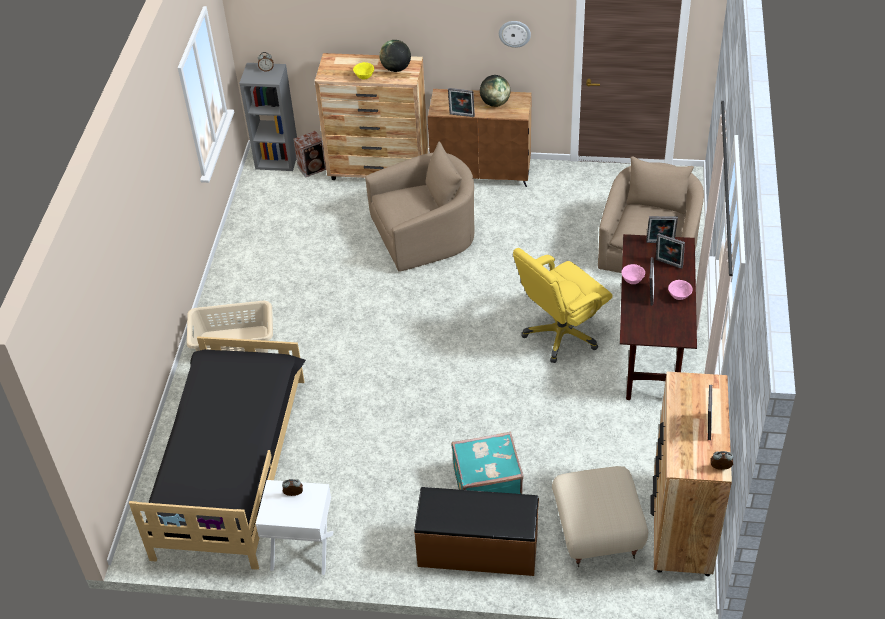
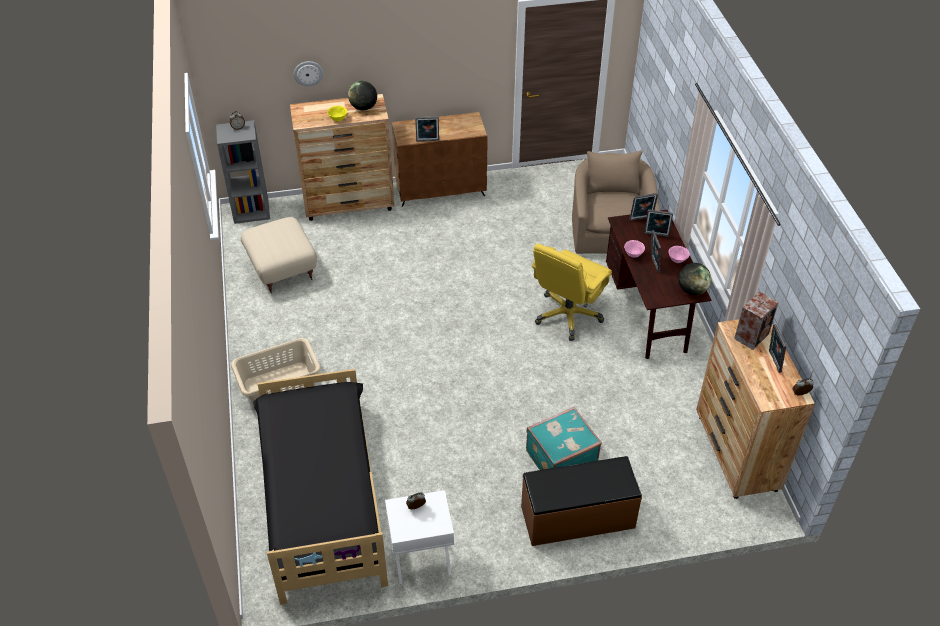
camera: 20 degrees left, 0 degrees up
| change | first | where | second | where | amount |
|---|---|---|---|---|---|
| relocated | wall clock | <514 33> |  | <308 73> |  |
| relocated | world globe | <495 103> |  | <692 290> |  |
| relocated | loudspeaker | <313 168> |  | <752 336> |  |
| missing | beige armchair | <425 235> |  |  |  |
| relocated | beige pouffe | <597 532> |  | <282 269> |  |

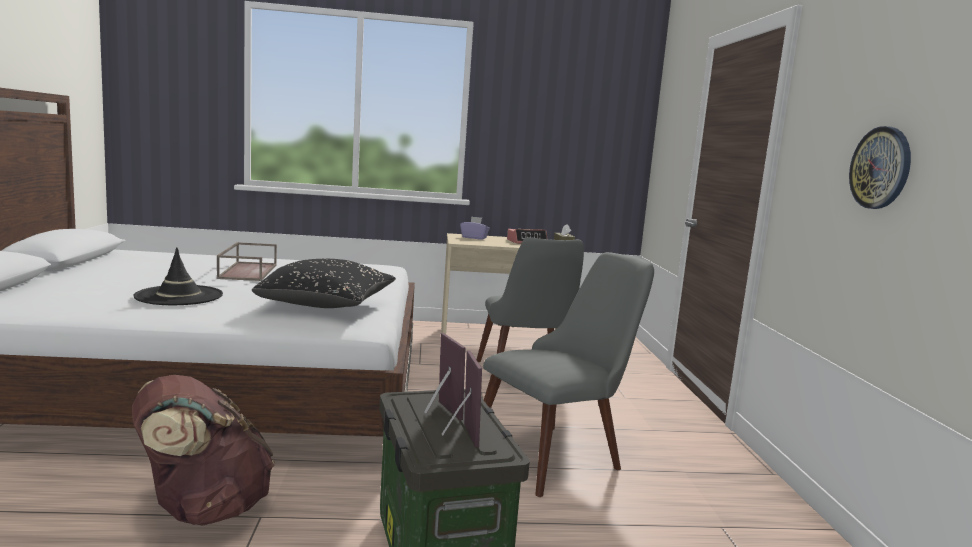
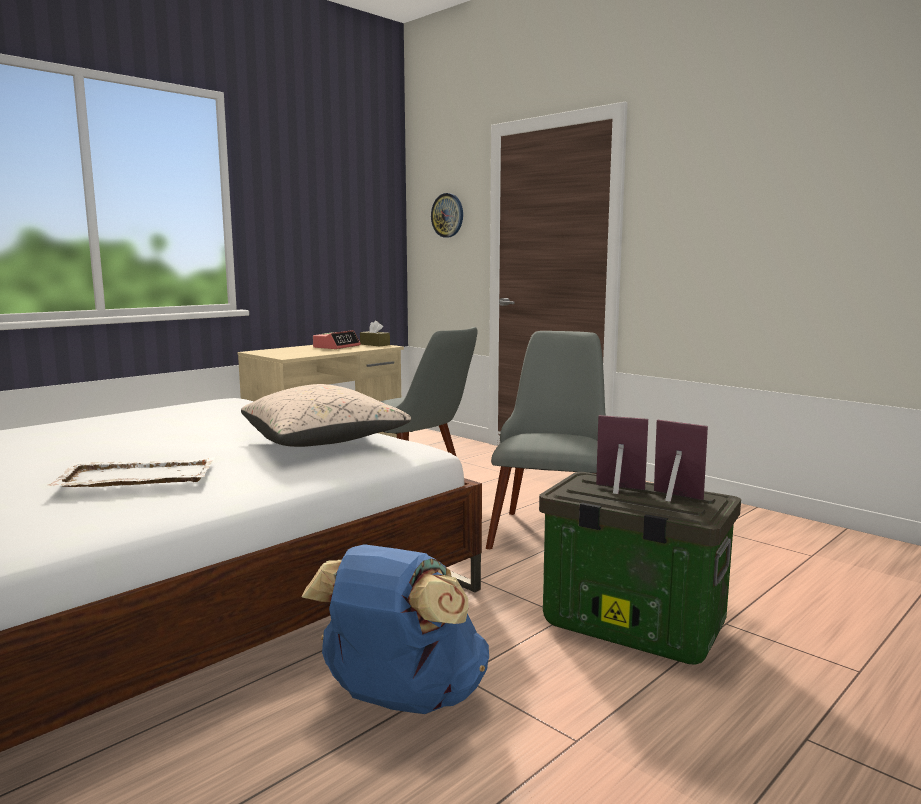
camera: 40 degrees left, 0 degrees up
| change | first | where | second | where | amount |
|---|---|---|---|---|---|
| relocated | wall clock | <881 168> |  | <447 215> |  |
| missing | purple-coloured tissue box | <474 238> |  |  |  |
| missing | brown-coloured serving tray | <247 271> |  |  |  |
| exchanged | black-coloured hat | <179 296> | white serving tray | <136 477> |  |
| colour | black-coloured throw pillow | <327 305> | beige throw pillow | <324 441> |  |
| colour | brown-coloured knapsack | <203 509> | blue-coloured knapsack | <401 700> |  |

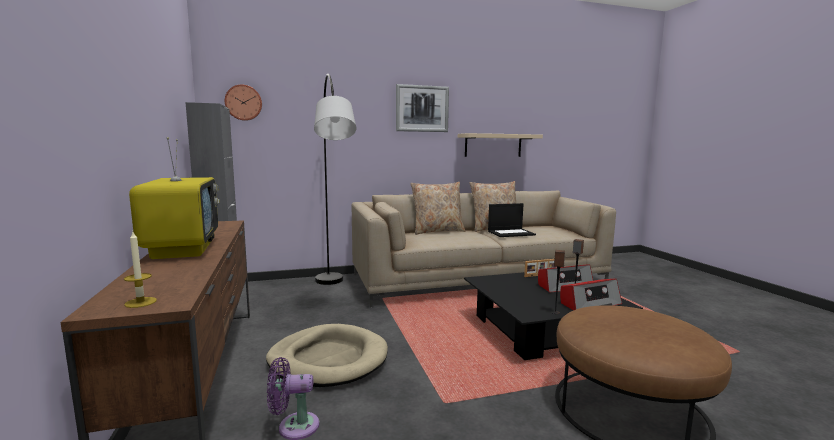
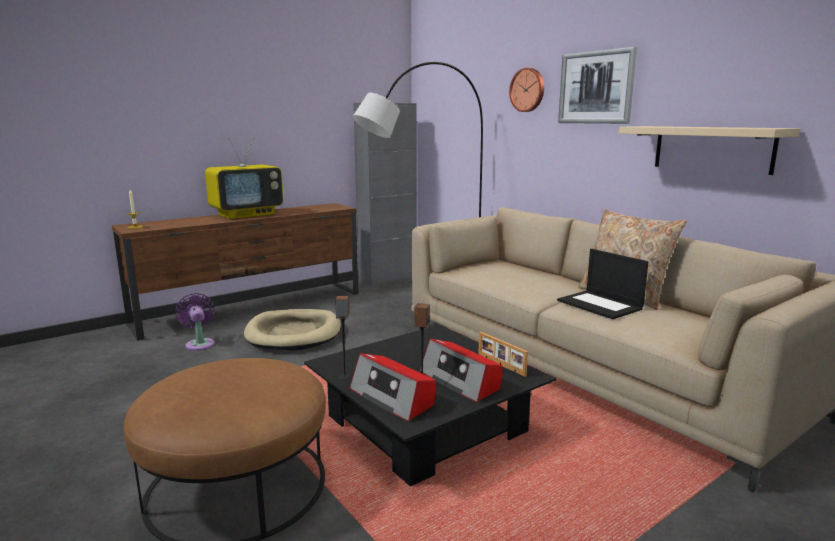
camera: 70 degrees right, 5 degrees up
| change | first | where | second | where | amount |
|---|---|---|---|---|---|
| relocated | wall clock | <243 102> |  | <528 90> |  |
| missing | beige throw pillow | <437 231> |  |  |  |

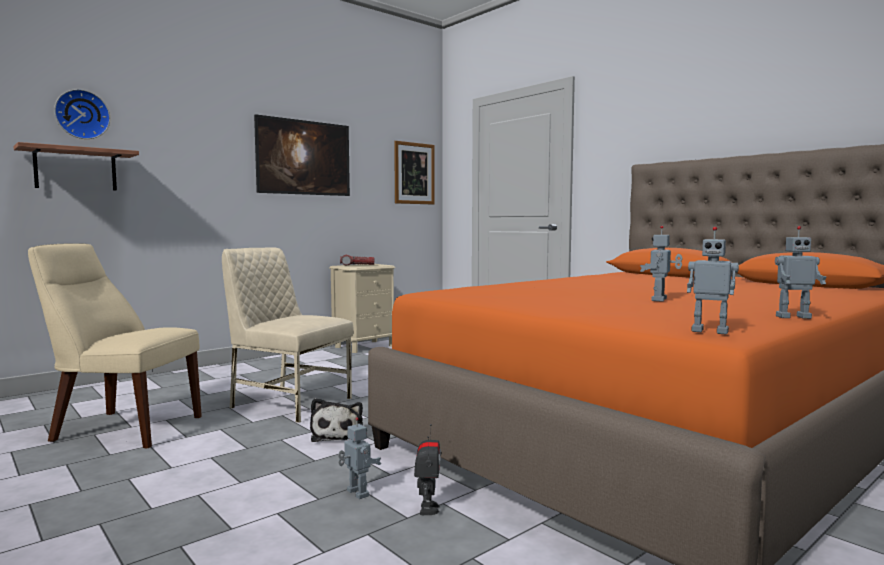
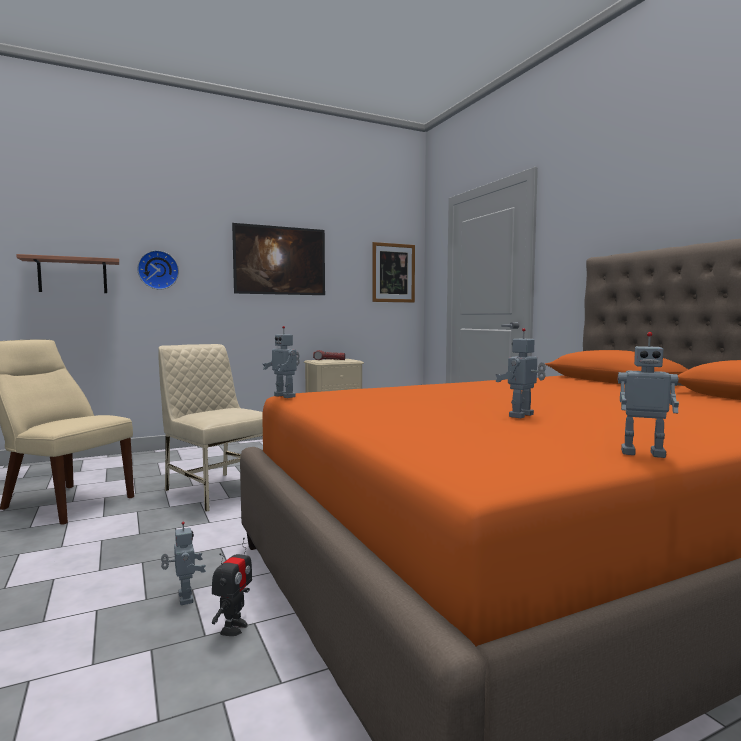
camera: 15 degrees right, 0 degrees up
| change | first | where | second | where | amount |
|---|---|---|---|---|---|
| relocated | wall clock | <82 115> |  | <158 270> |  |
| relocated | robot figure | <710 331> |  | <286 396> |  |
| missing | soft toy | <338 434> |  |  |  |

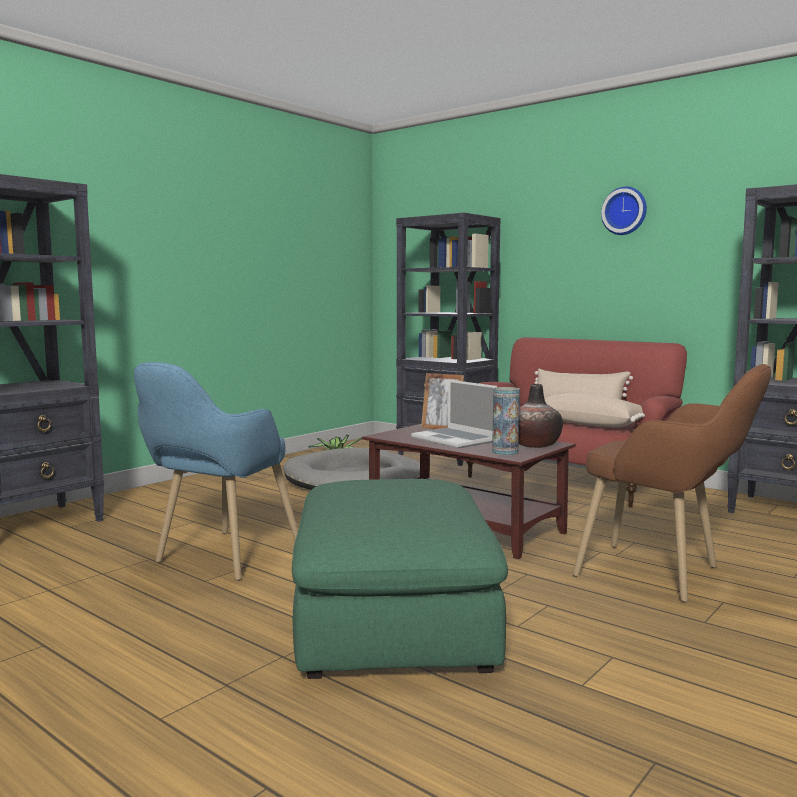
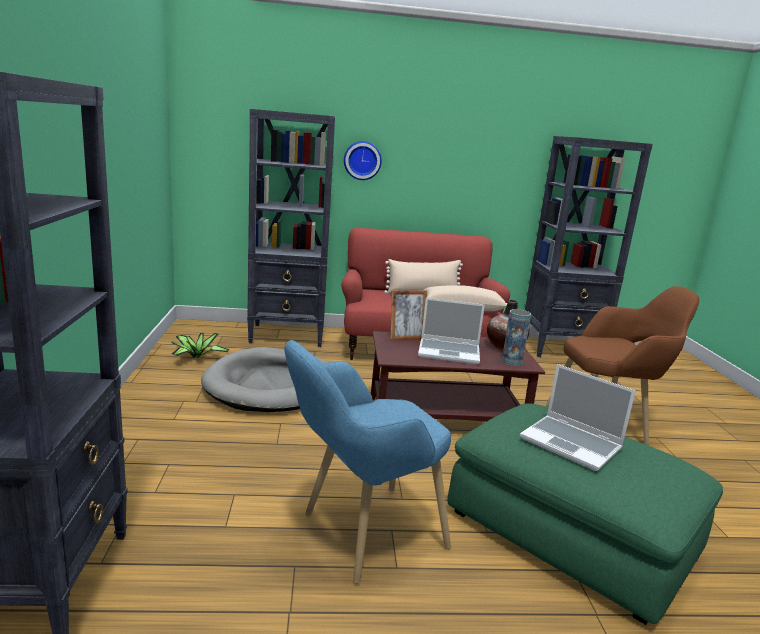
camera: 45 degrees left, 10 degrees up
| change | first | where | second | where | amount |
|---|---|---|---|---|---|
| relocated | wall clock | <625 211> |  | <362 160> |  |
| spun | blue-coloured armchair | <218 561> |  | <358 537> | 75 degrees clockwise |
| appeared |  |  | laptop | <572 444> |  |

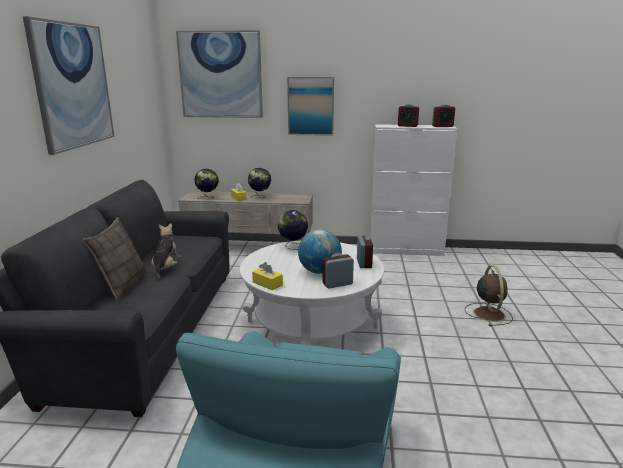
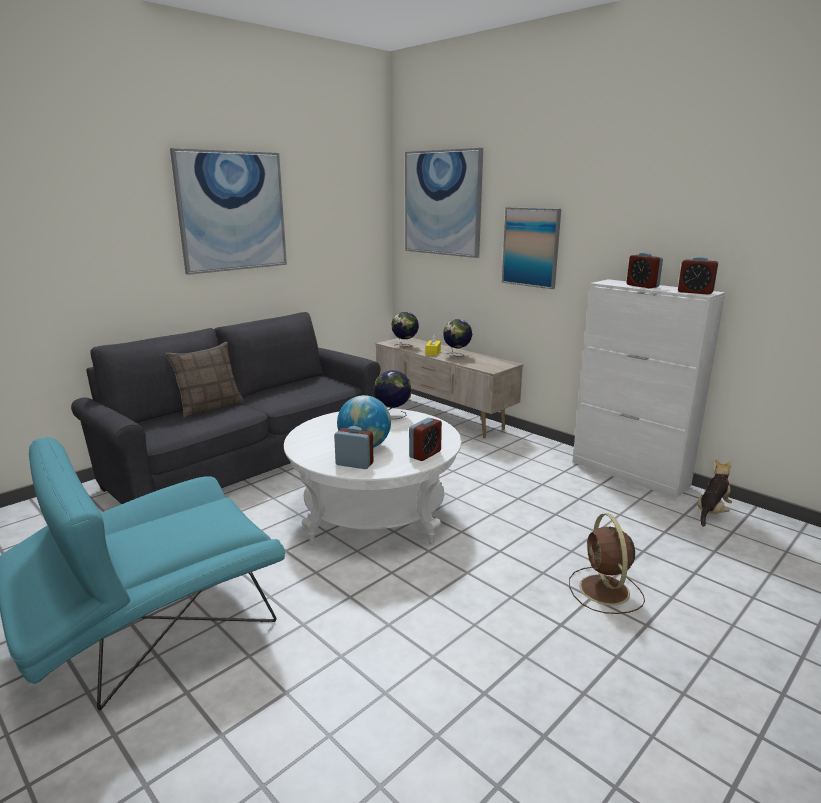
camera: 40 degrees right, 0 degrees up
| change | first | where | second | where | amount |
|---|---|---|---|---|---|
| relocated | soft toy | <166 268> |  | <711 512> |  |
| missing | yellow tissue box | <267 284> |  |  |  |
| spun | brown-coloured cooling fan | <488 313> |  | <605 591> | 135 degrees clockwise |

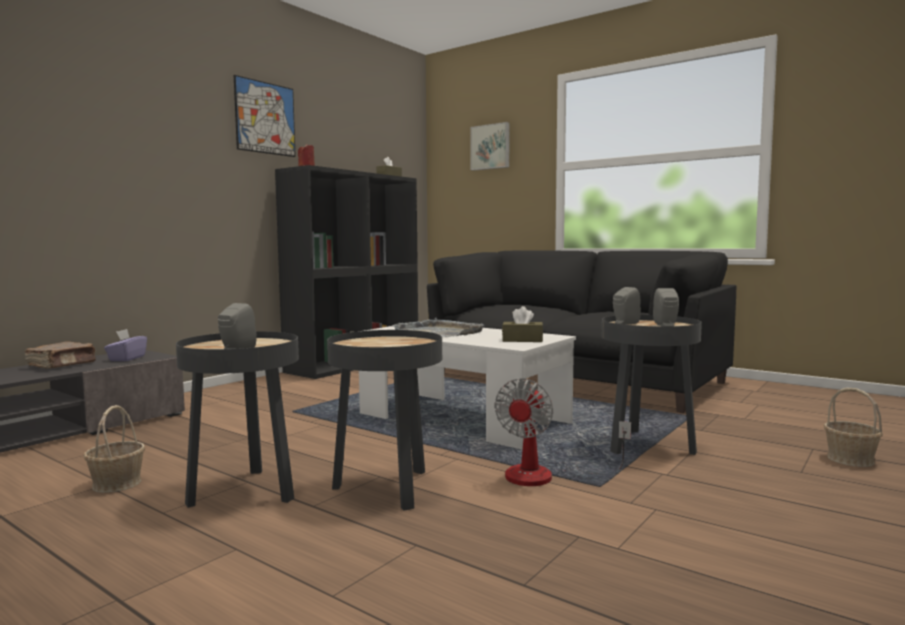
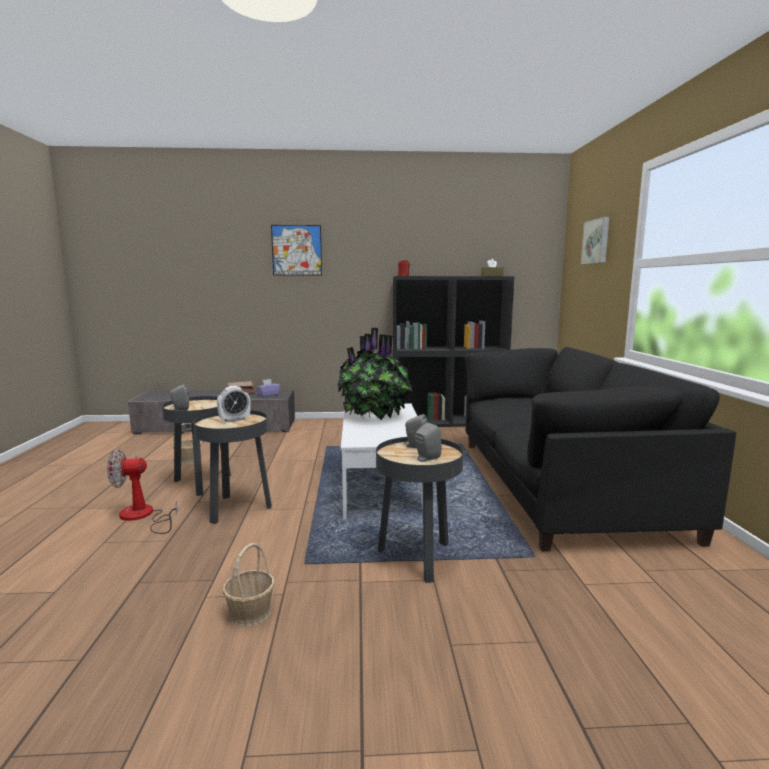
camera: 50 degrees right, 5 degrees up
| change | first | where | second | where | amount |
|---|---|---|---|---|---|
| relocated | wall art | <265 118> |  | <296 250> |  |
| missing | brown-coloured tissue box | <522 340> |  |  |  |
| exchanged | gray serving tray | <439 332> | plant in a pot | <376 416> |  |
| relocated | cooling fan | <545 475> |  | <142 516> |  |
| relocated | basket | <850 459> |  | <250 613> |  |
| appeared |  |  | alarm clock | <234 420> |  |

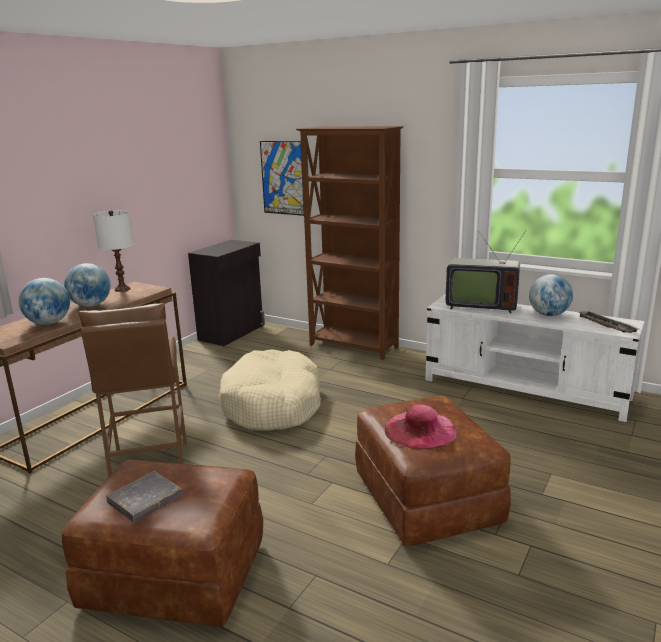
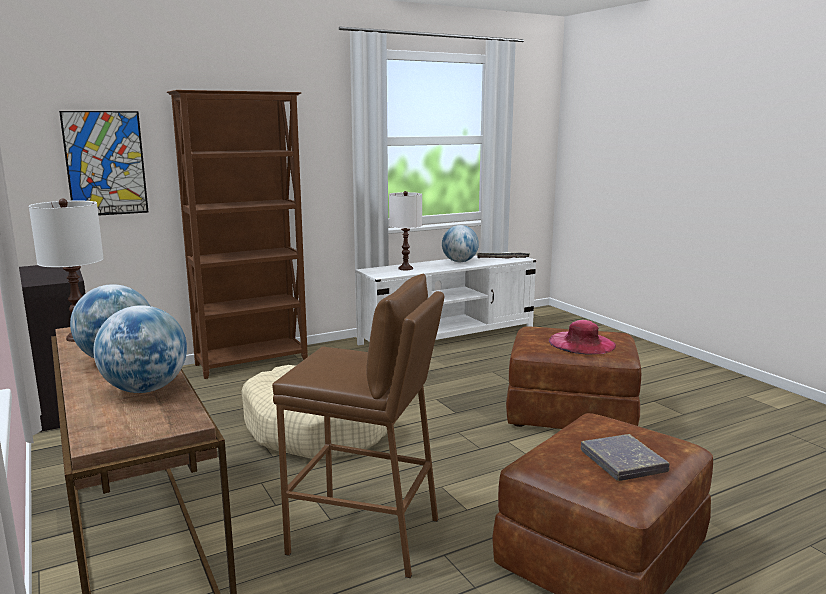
camera: 60 degrees left, 5 degrees down
| change | first | where | second | where | amount |
|---|---|---|---|---|---|
| exchanged | TV | <480 306> | white tabletop lamp | <405 268> |  |

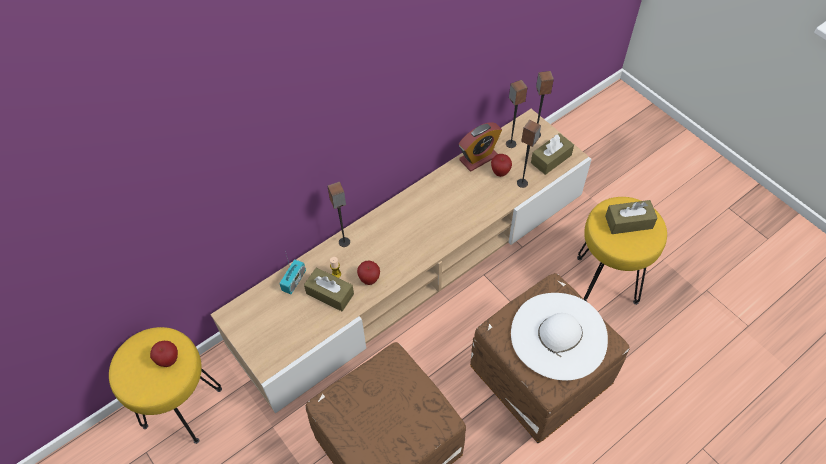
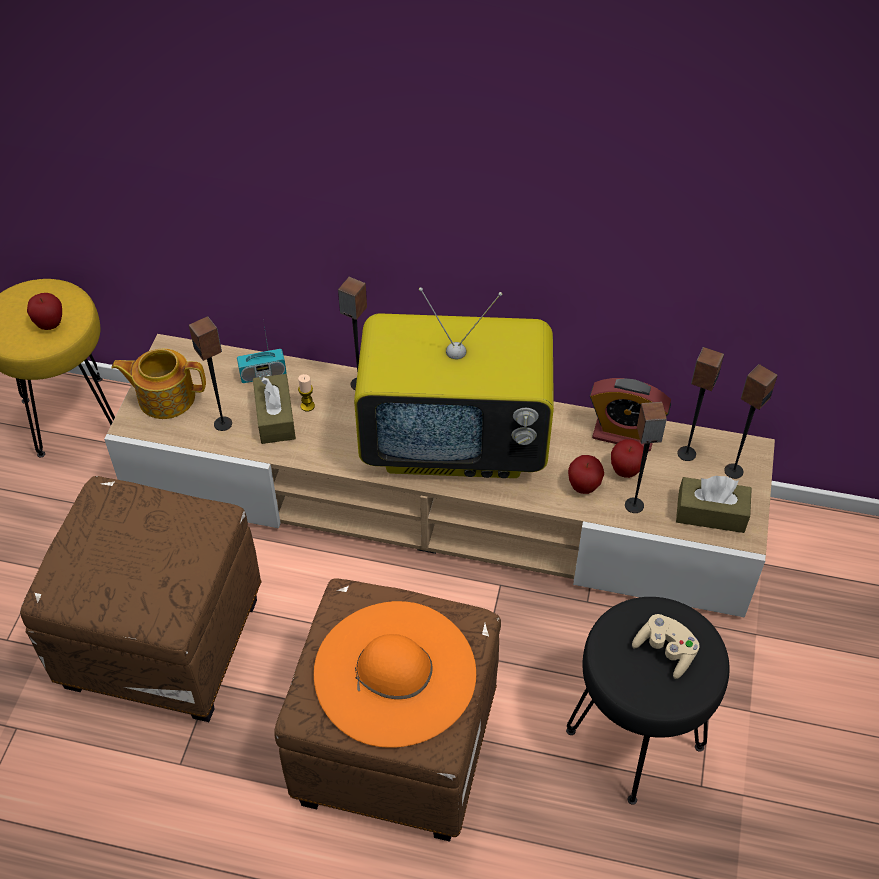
camera: 50 degrees right, 5 degrees down
| change | first | where | second | where | amount |
|---|---|---|---|---|---|
| colour | yellow stool | <607 280> | black-coloured stool | <634 740> |  |
| exchanged | brown-coloured tissue box | <628 222> | beige joypad | <665 651> |  |
| relocated | whole apple | <369 279> |  | <583 487> |  |
| colour | white hat | <559 335> | orange hat | <395 672> |  |
| appeared |  |  | TV | <456 442> |  |
| appeared |  |  | loudspeaker | <223 423> |  |
| appeared |  |  | teapot | <165 397> |  |

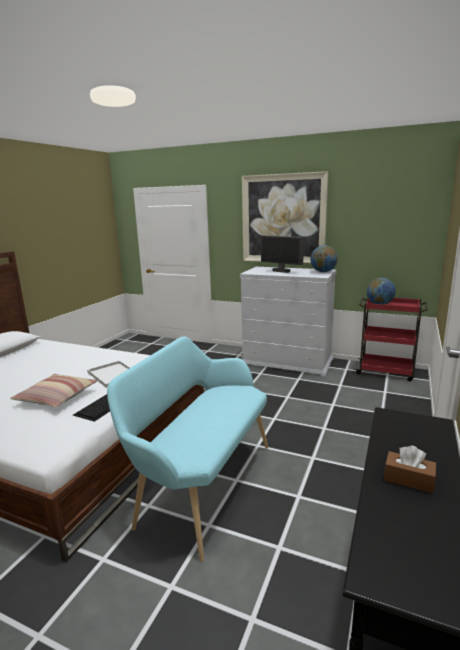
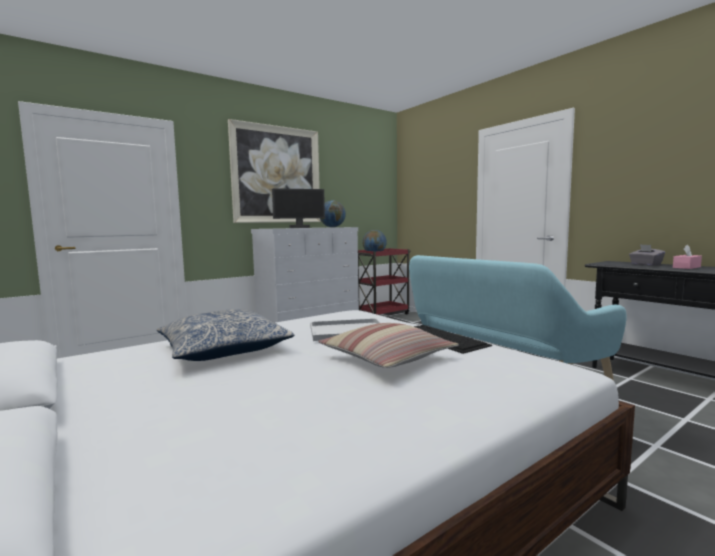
camera: 60 degrees left, 10 degrees down
| change | first | where | second | where | amount |
|---|---|---|---|---|---|
| colour | brown-coloured tissue box | <408 479> | pinkish tissue box | <686 267> |  |
| appeared |  |  | gray tissue box | <645 264> |  |
| appeared |  |  | throw pillow | <224 349> |  |

